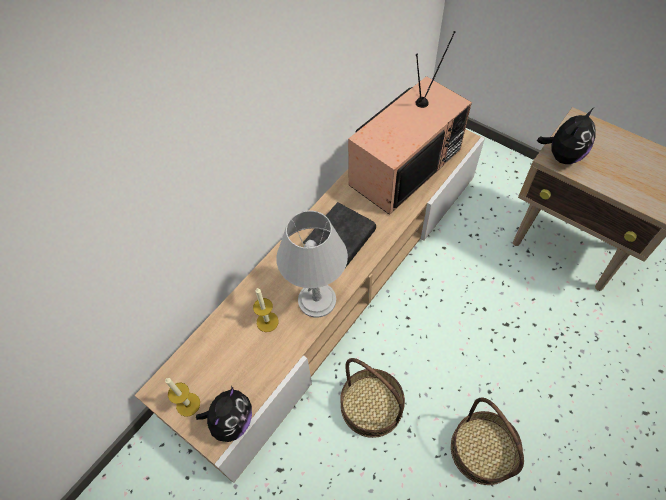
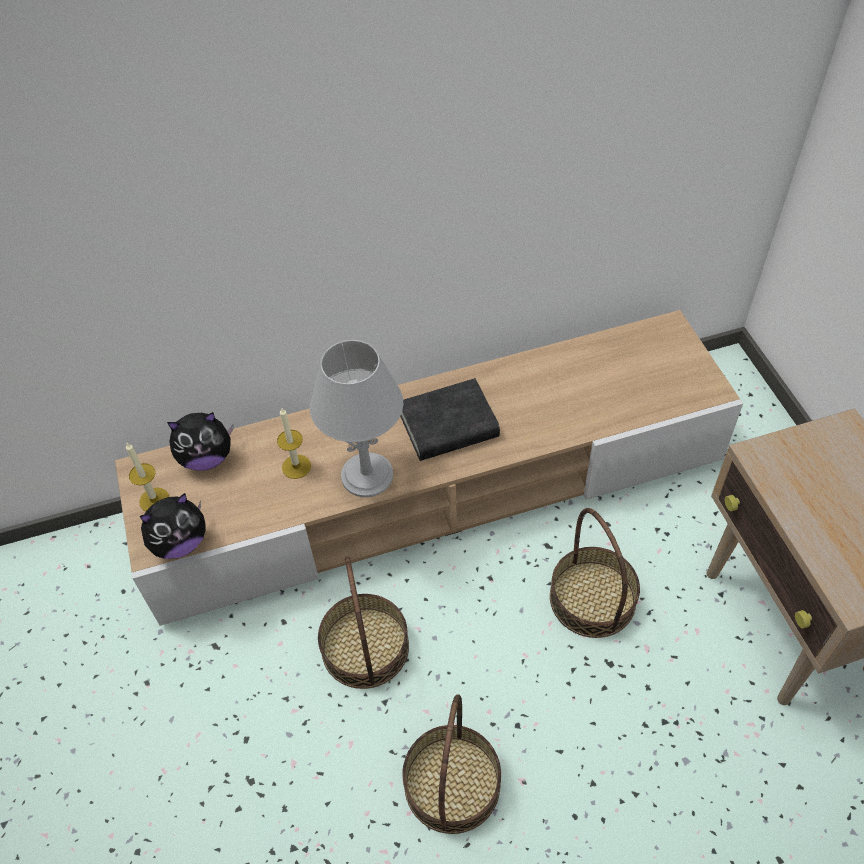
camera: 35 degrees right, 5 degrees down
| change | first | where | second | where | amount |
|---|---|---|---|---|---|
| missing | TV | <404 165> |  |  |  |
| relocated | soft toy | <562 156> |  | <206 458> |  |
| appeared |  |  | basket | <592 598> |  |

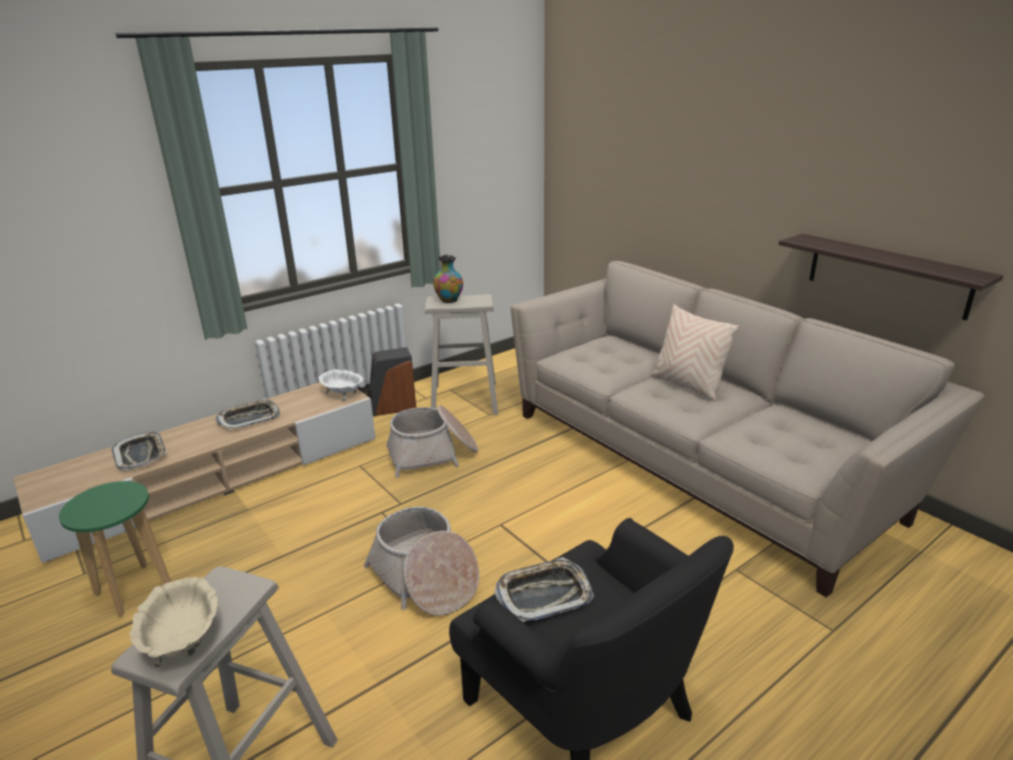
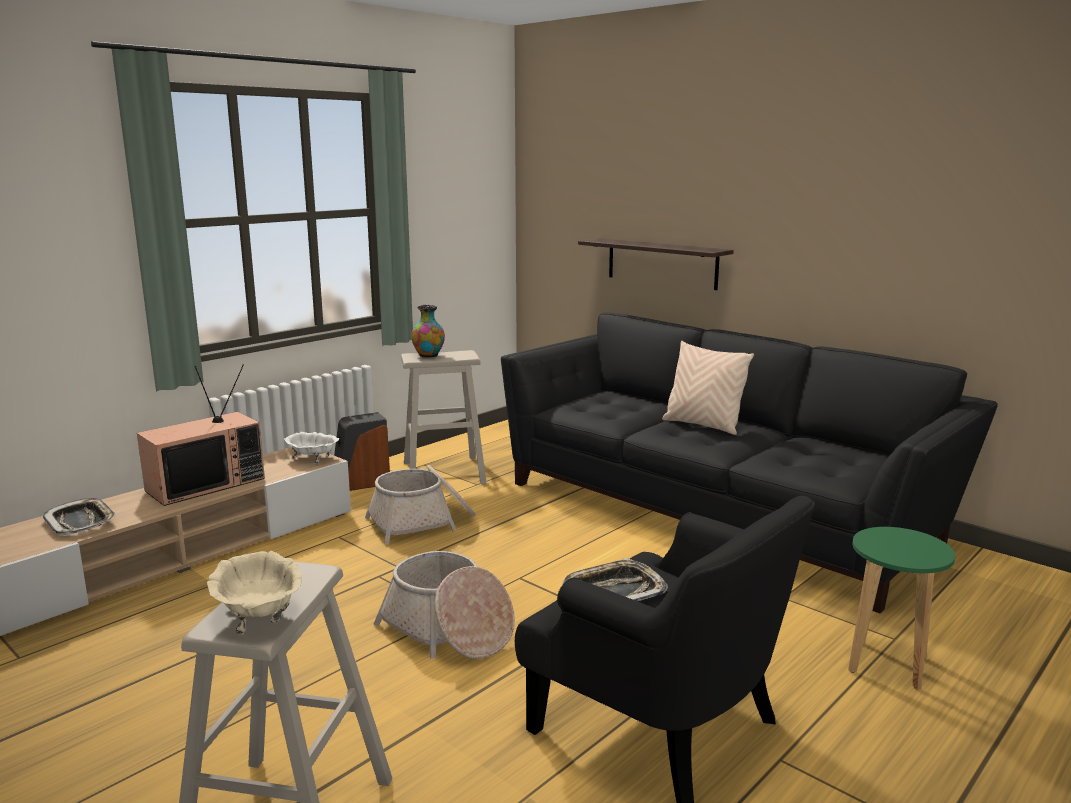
camera: 10 degrees left, 10 degrees down
| change | first | where | second | where | amount |
|---|---|---|---|---|---|
| relocated | wall shelf | <887 275> |  | <661 263> |  |
| colour | beige couch | <698 460> | black-coloured couch | <717 511> |  |
| exchanged | serving tray | <249 418> | TV | <206 484> |  |
| relocated | green stool | <133 590> |  | <887 665> |  |

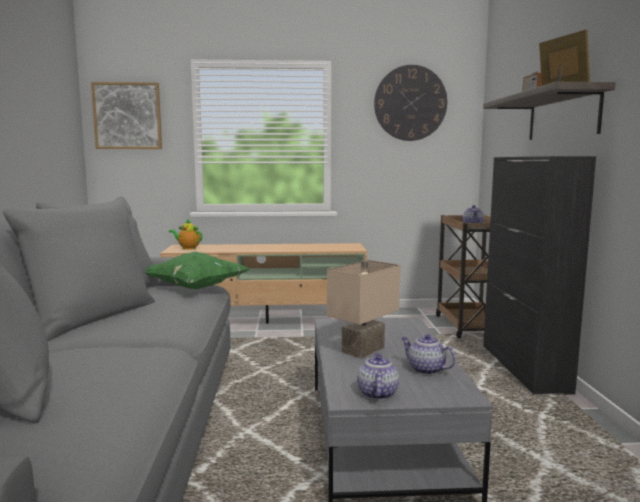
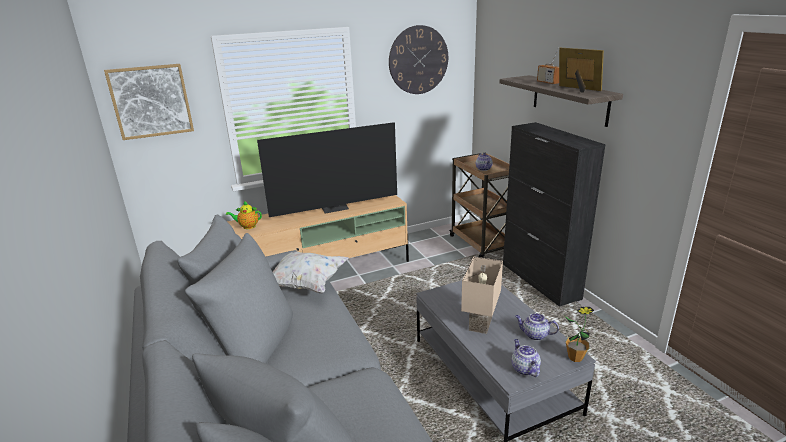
camera: 20 degrees left, 15 degrees up
| change | first | where | second | where | amount |
|---|---|---|---|---|---|
| colour | green throw pillow | <195 288> | white throw pillow | <306 284> |  |
| appeared |  |  | TV | <335 208> |  |
| appeared |  |  | plant in a pot | <575 357> |  |

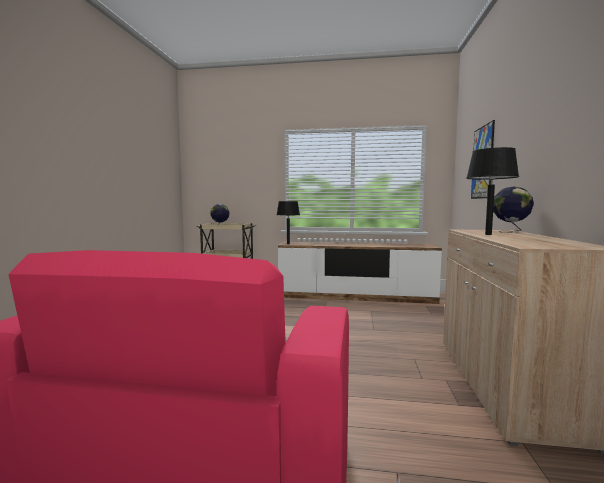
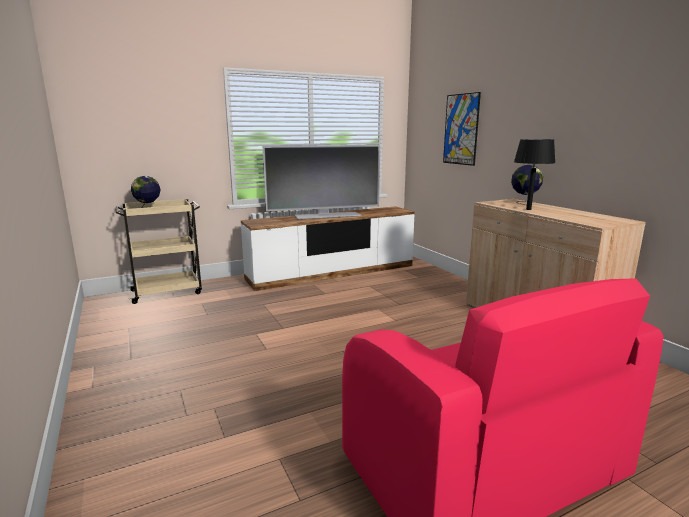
camera: 35 degrees left, 10 degrees up
| change | first | where | second | where | amount |
|---|---|---|---|---|---|
| missing | black-coloured tabletop lamp | <288 243> |  |  |  |
| appeared |  |  | TV | <327 215> |  |

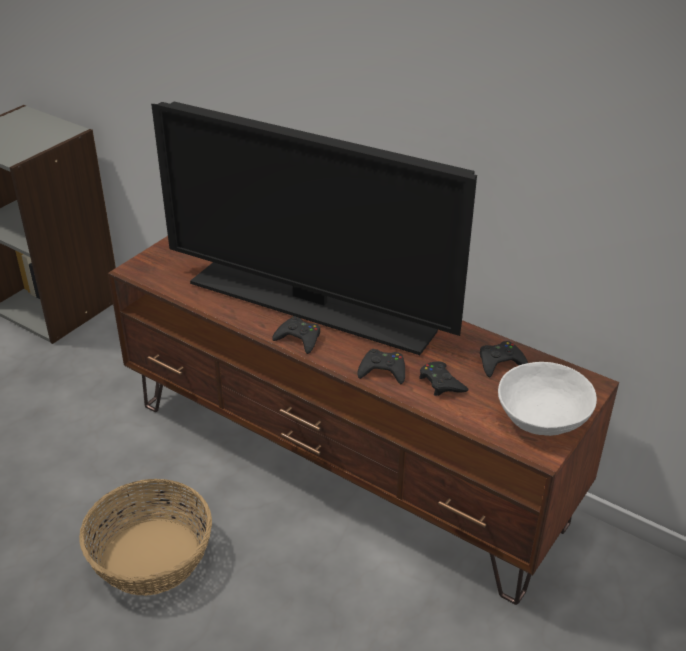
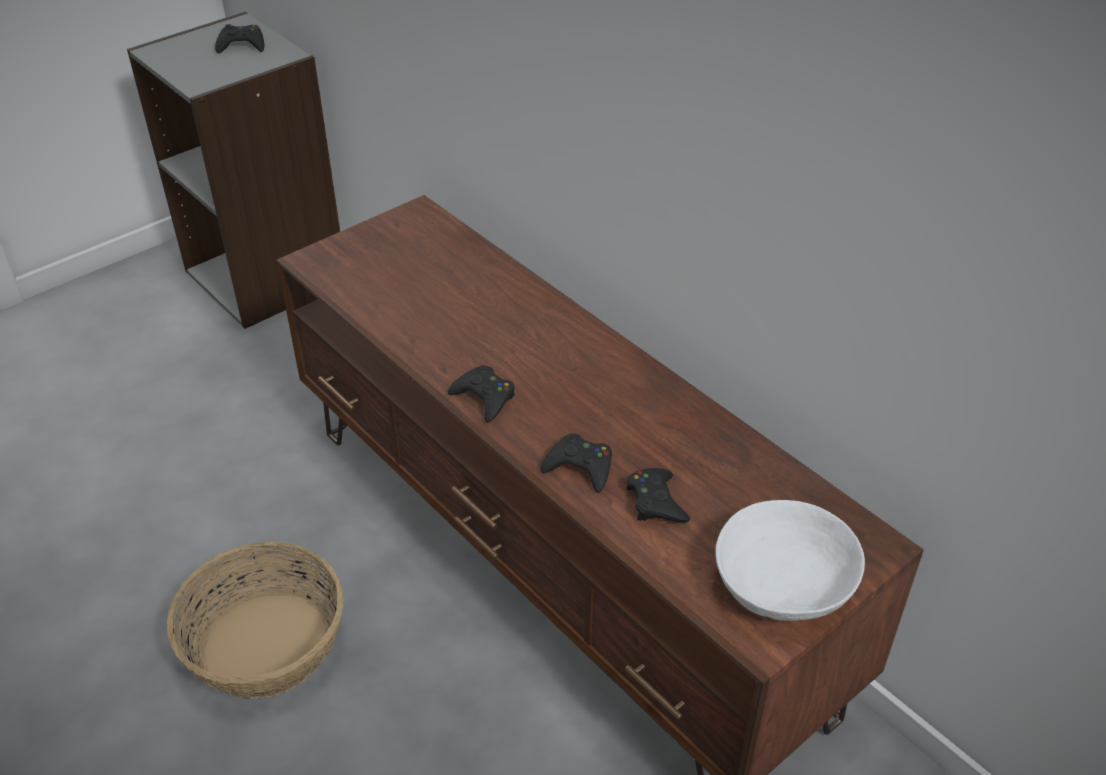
camera: 15 degrees right, 5 degrees up
| change | first | where | second | where | amount |
|---|---|---|---|---|---|
| missing | TV | <312 307> |  |  |  |
| relocated | black-coloured joypad | <500 363> |  | <242 45> |  |

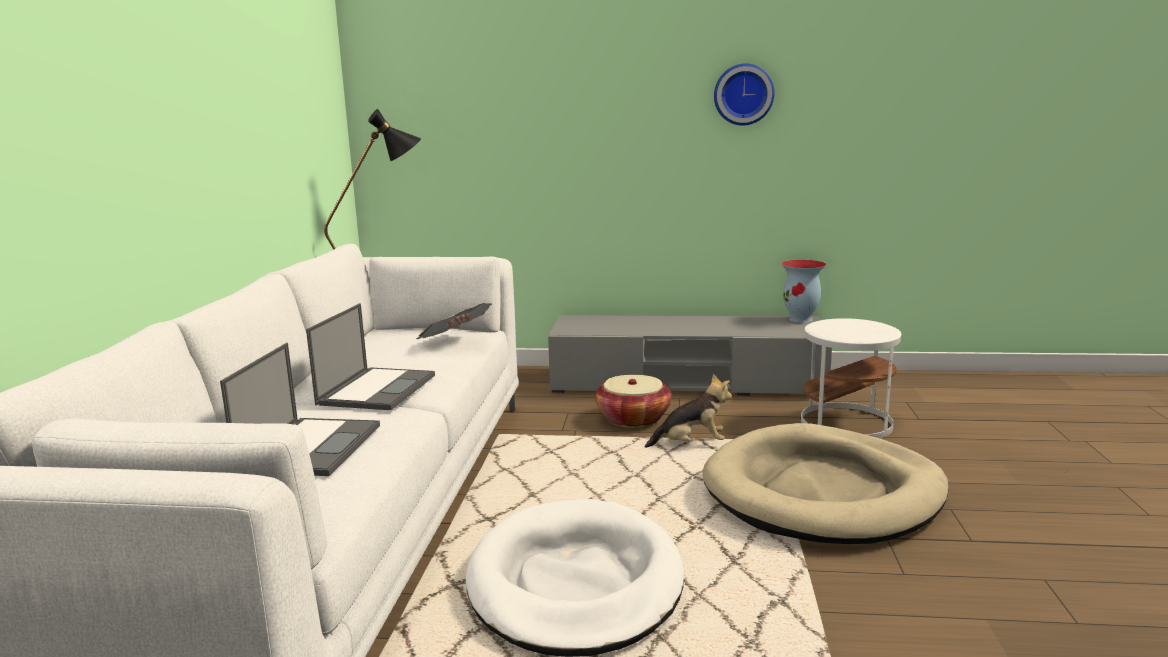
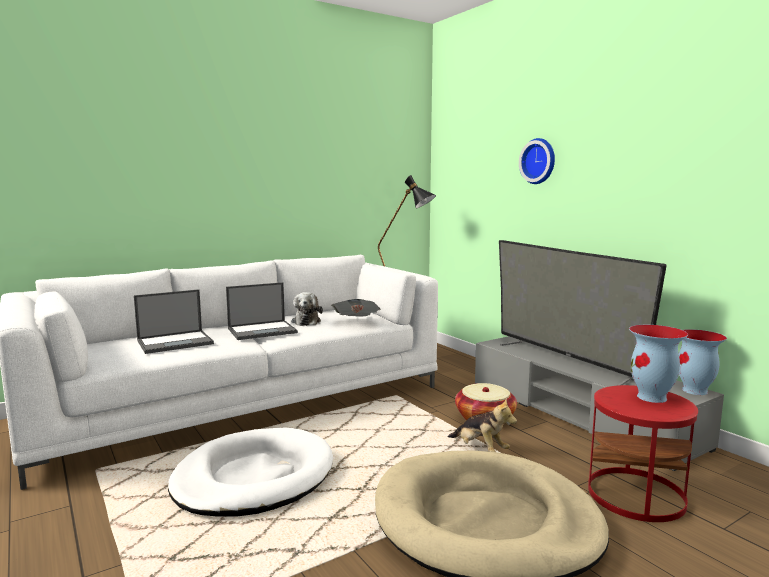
camera: 50 degrees right, 5 degrees down
| change | first | where | second | where | amount |
|---|---|---|---|---|---|
| relocated | wall clock | <743 94> |  | <539 161> |  |
| colour | white side table | <846 423> | red-coloured side table | <636 495> |  |
| appeared |  |  | TV | <565 360> |  |
| appeared |  |  | soft toy | <306 321> |  |
| appeared |  |  | decorative vase | <653 397> |  |

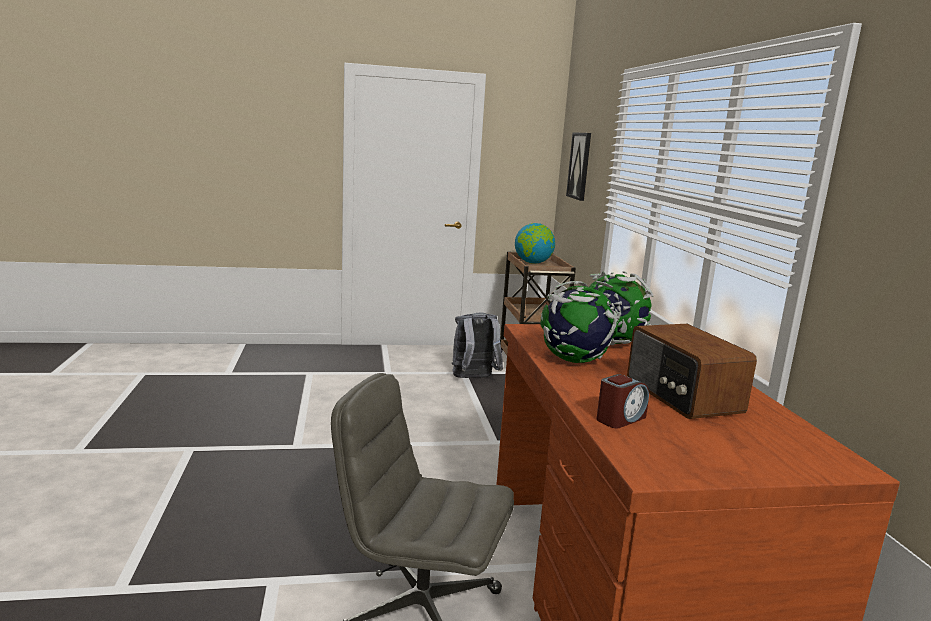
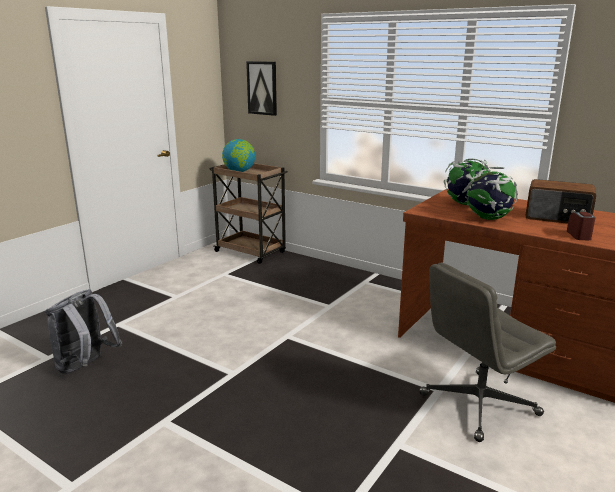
camera: 45 degrees left, 5 degrees up
| change | first | where | second | where | amount |
|---|---|---|---|---|---|
| relocated | gray knapsack | <474 379> |  | <86 366> |  |

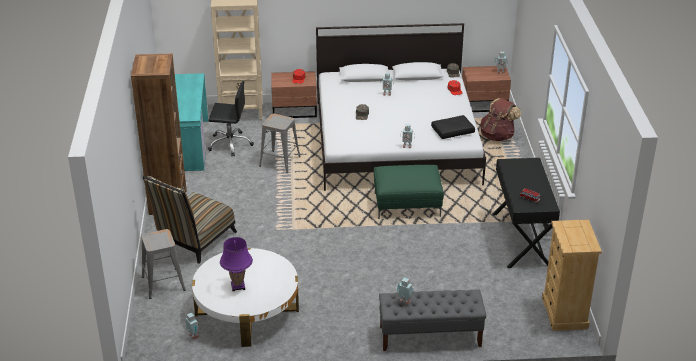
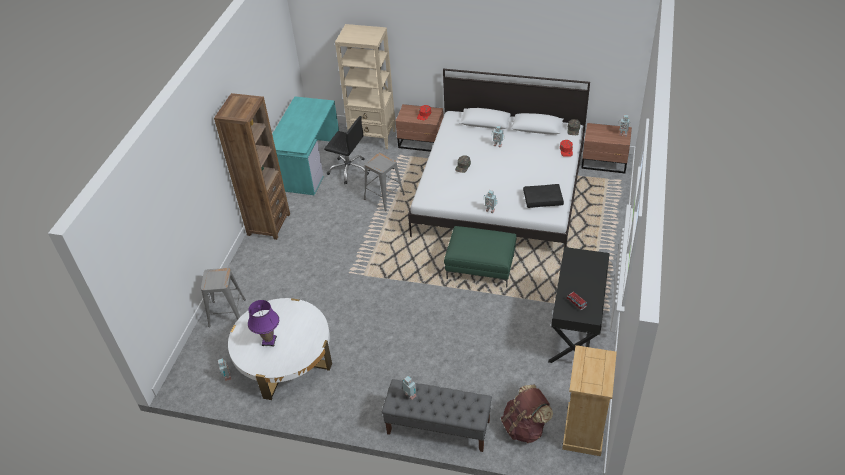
camera: 20 degrees right, 10 degrees up
| change | first | where | second | where | amount |
|---|---|---|---|---|---|
| relocated | brown-coloured knapsack | <497 136> |  | <525 427> |  |
| missing | chair | <194 241> |  |  |  |

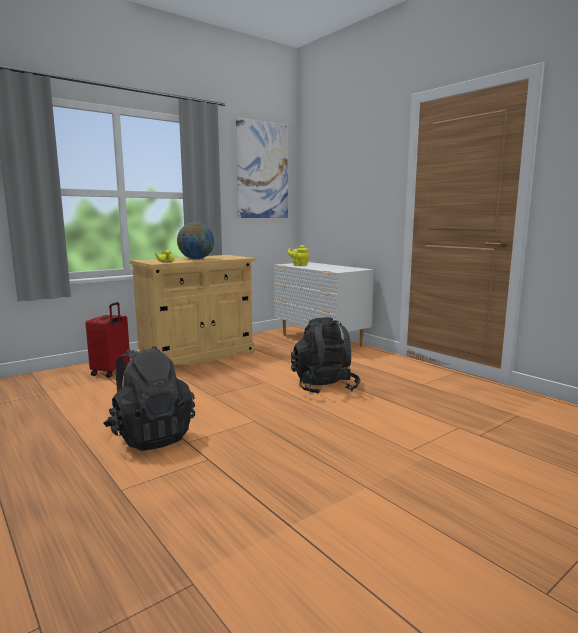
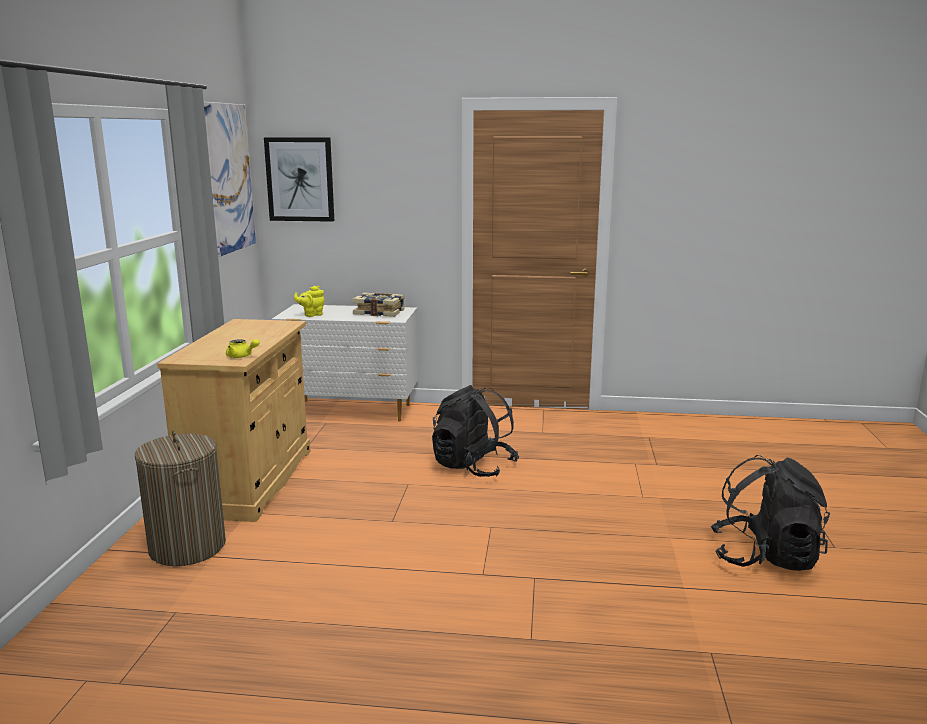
camera: 45 degrees left, 5 degrees up
| change | first | where | second | where | amount |
|---|---|---|---|---|---|
| missing | world globe | <196 259> |  |  |  |
| exchanged | red-coloured piece of luggage | <111 372> | laundry basket | <187 547> |  |
| relocated | black-coloured knapsack | <151 436> |  | <765 557> |  |
| appeared |  |  | wall art | <300 179> |  |
| appeared |  |  | bound book | <379 312> |  |

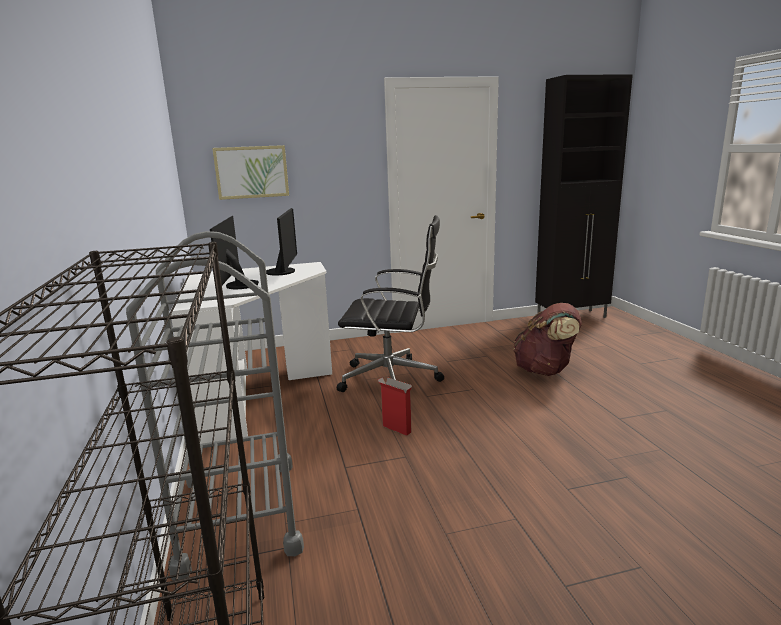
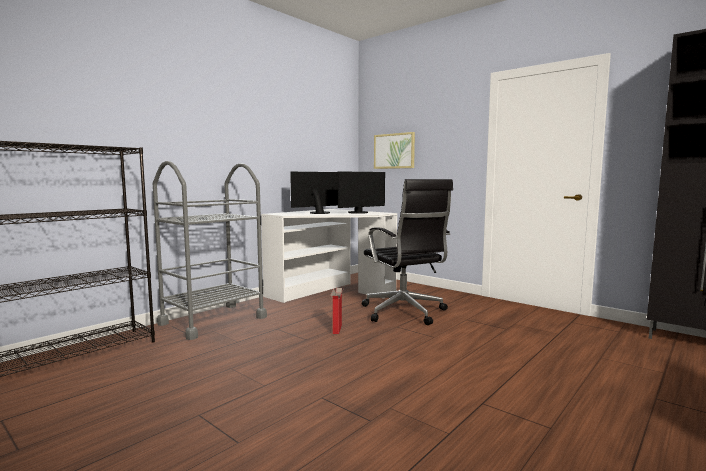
camera: 55 degrees right, 10 degrees down
| change | first | where | second | where | amount |
|---|---|---|---|---|---|
| missing | brown-coloured knapsack | <545 370> |  |  |  |

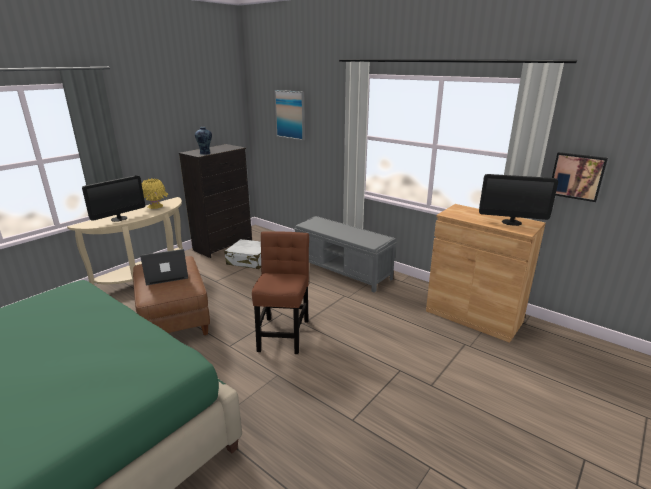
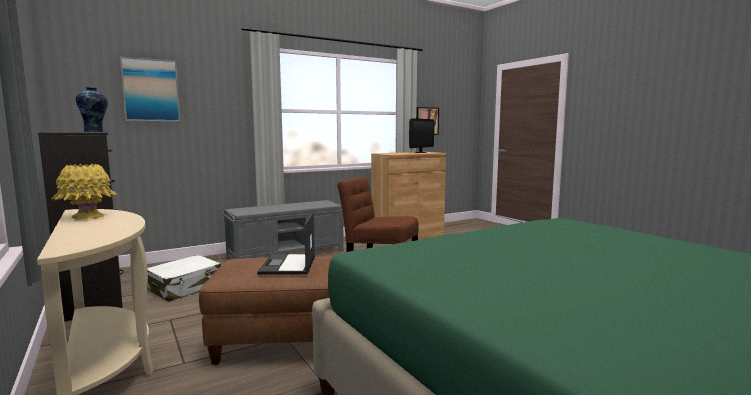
camera: 70 degrees left, 15 degrees down
| change | first | where | second | where | amount |
|---|---|---|---|---|---|
| missing | computer screen | <119 219> |  |  |  |

